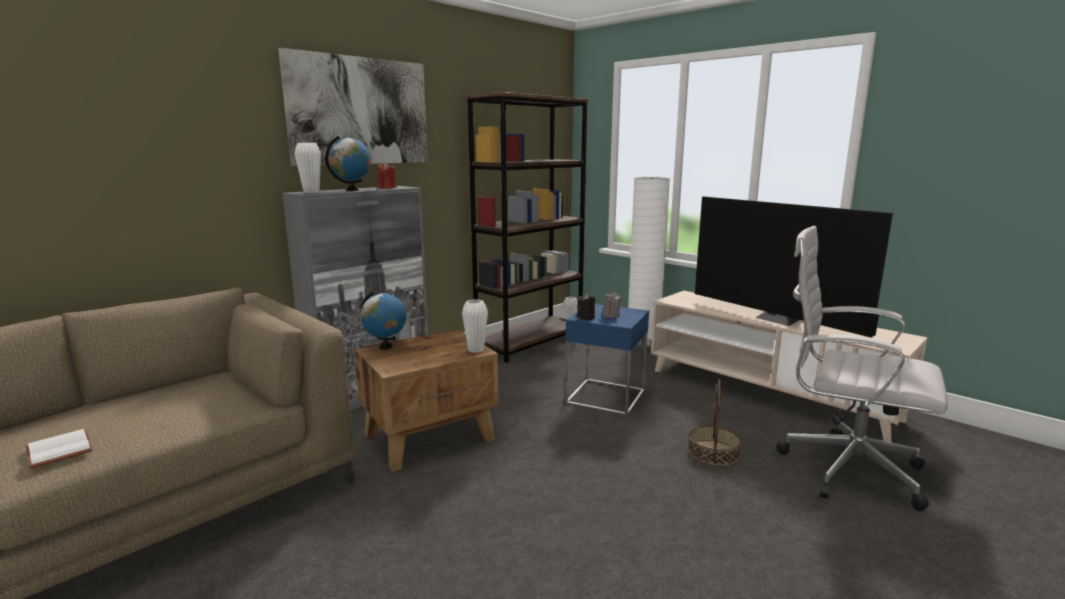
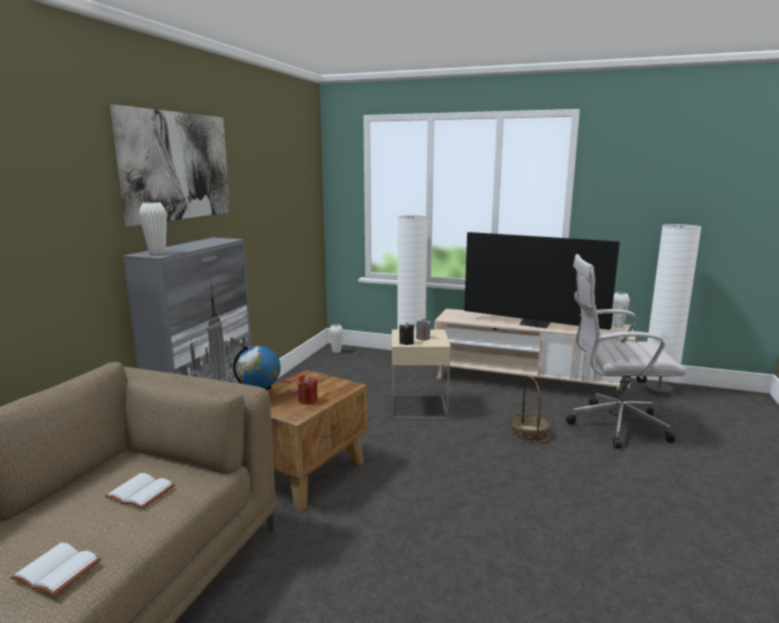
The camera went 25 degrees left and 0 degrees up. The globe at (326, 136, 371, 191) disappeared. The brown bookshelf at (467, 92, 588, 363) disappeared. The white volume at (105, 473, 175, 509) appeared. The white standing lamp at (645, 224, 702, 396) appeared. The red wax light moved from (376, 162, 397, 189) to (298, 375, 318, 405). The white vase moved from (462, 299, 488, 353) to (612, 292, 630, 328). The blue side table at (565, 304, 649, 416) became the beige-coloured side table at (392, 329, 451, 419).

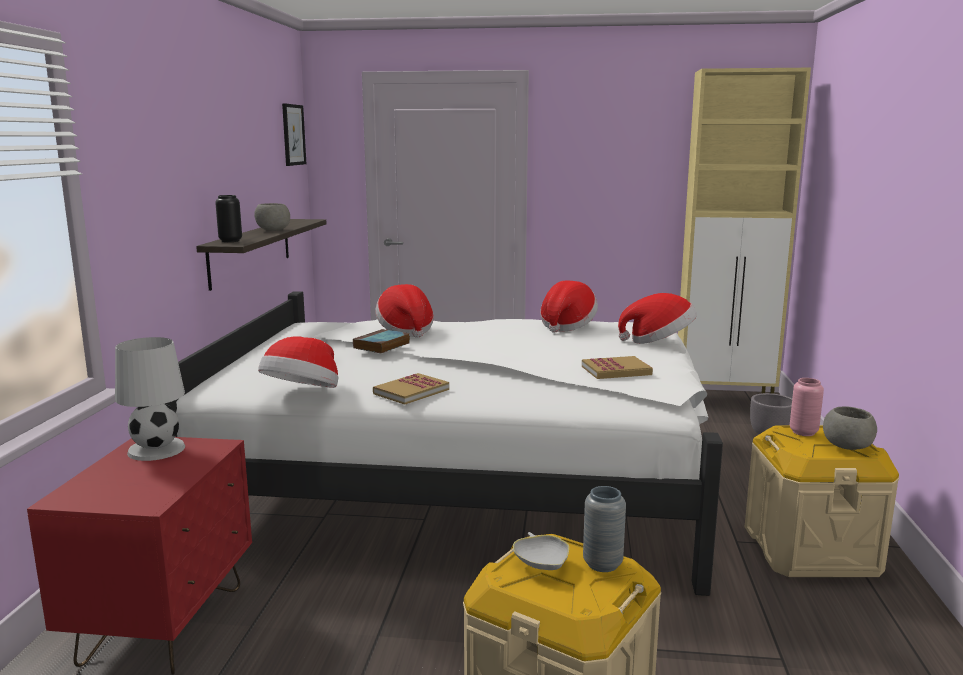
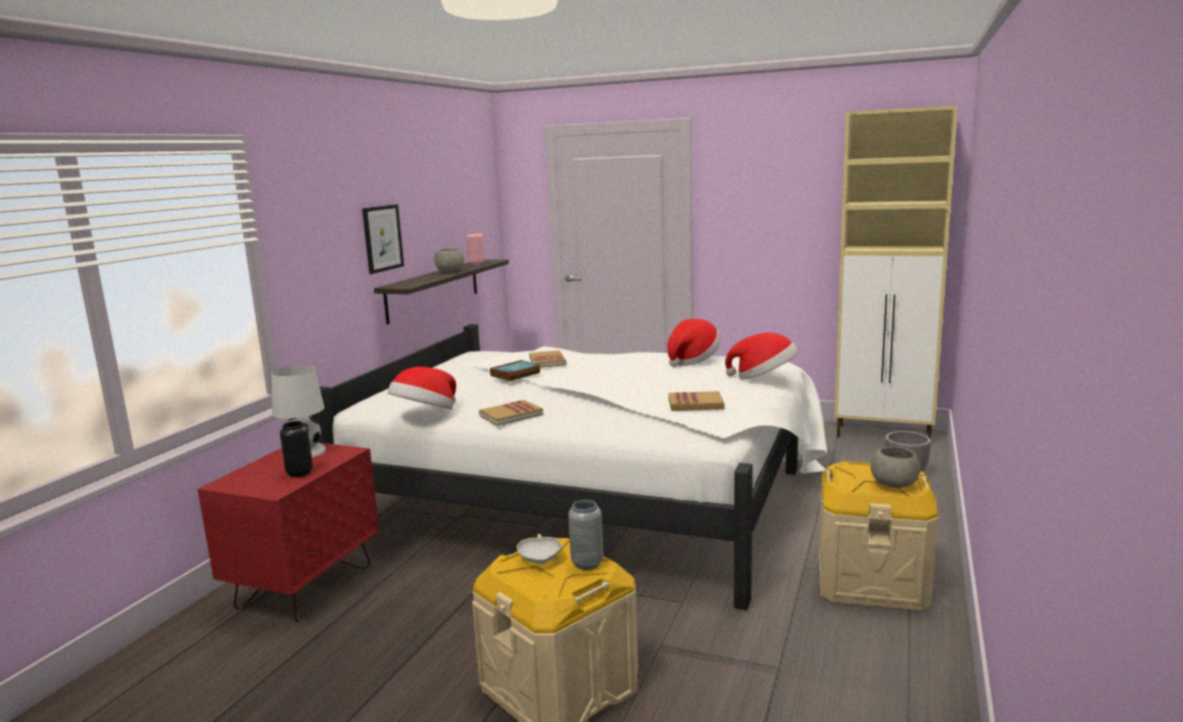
The camera went 15 degrees right and 0 degrees up. The black vase moved from (215, 195, 242, 242) to (280, 421, 313, 477). The wall art moved from (282, 103, 306, 166) to (362, 204, 404, 274). The pink-coloured vase moved from (790, 378, 824, 436) to (466, 231, 485, 265). The clothing hat at (375, 284, 434, 338) was replaced by the volume at (529, 350, 566, 368).

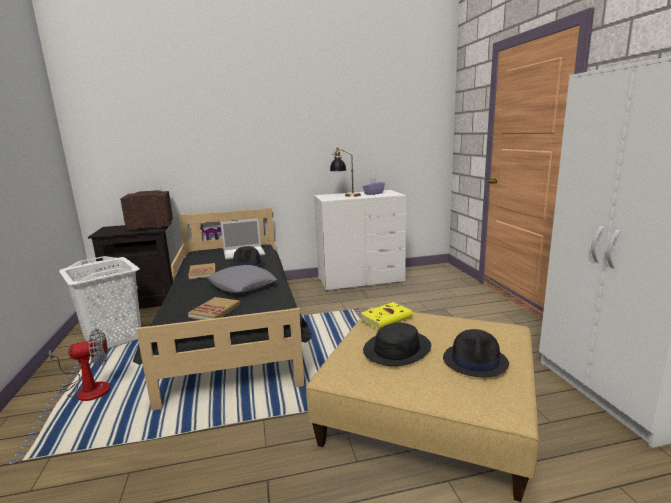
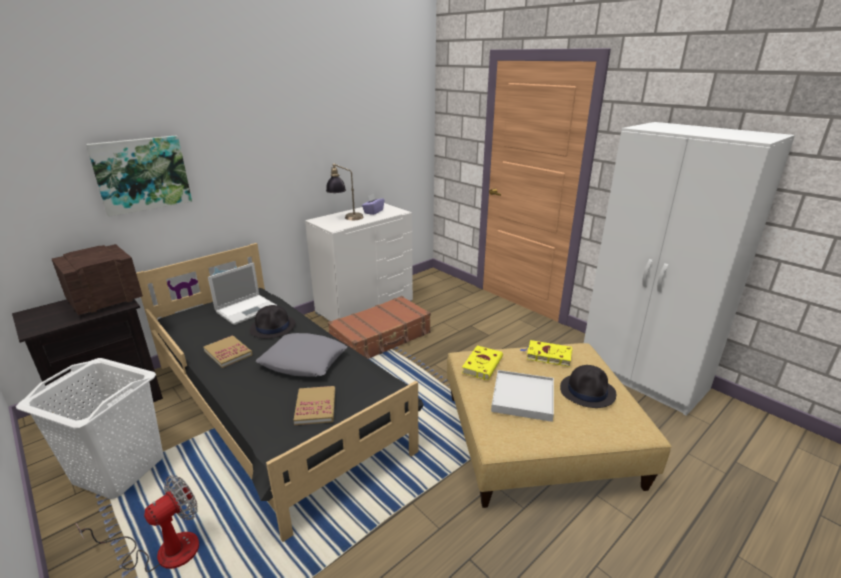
The camera went 30 degrees left and 10 degrees up. The wall art at (86, 135, 192, 217) appeared. The brown travel case at (328, 296, 431, 359) appeared. The yellow volume at (520, 340, 573, 367) appeared. The black clothing hat at (363, 323, 431, 366) was replaced by the white serving tray at (491, 370, 554, 422).

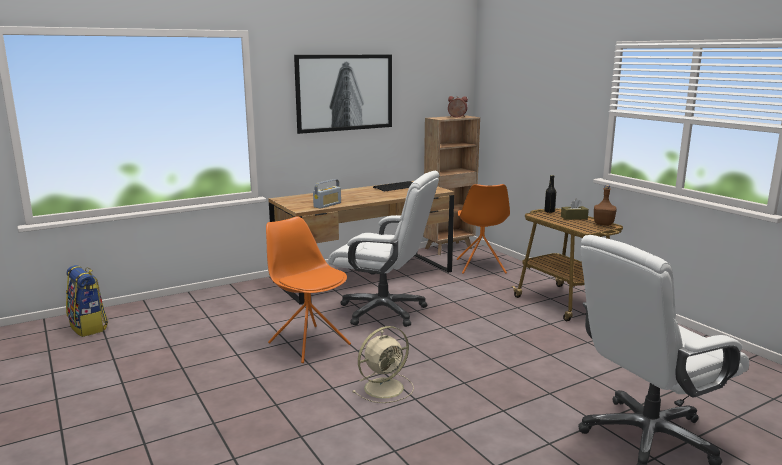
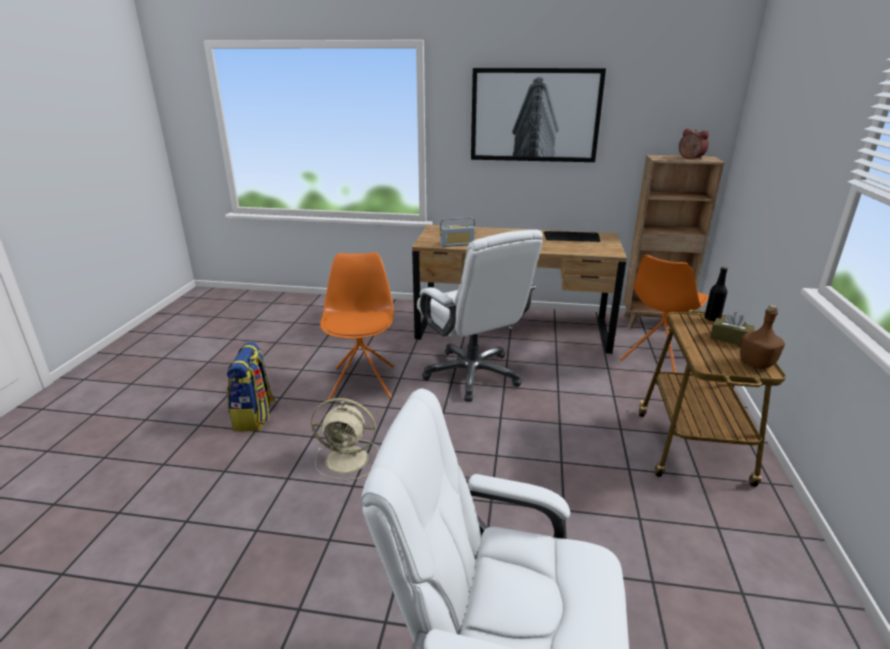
The camera went 40 degrees right and 10 degrees up. The backpack moved from (66, 265, 108, 337) to (227, 342, 276, 431).

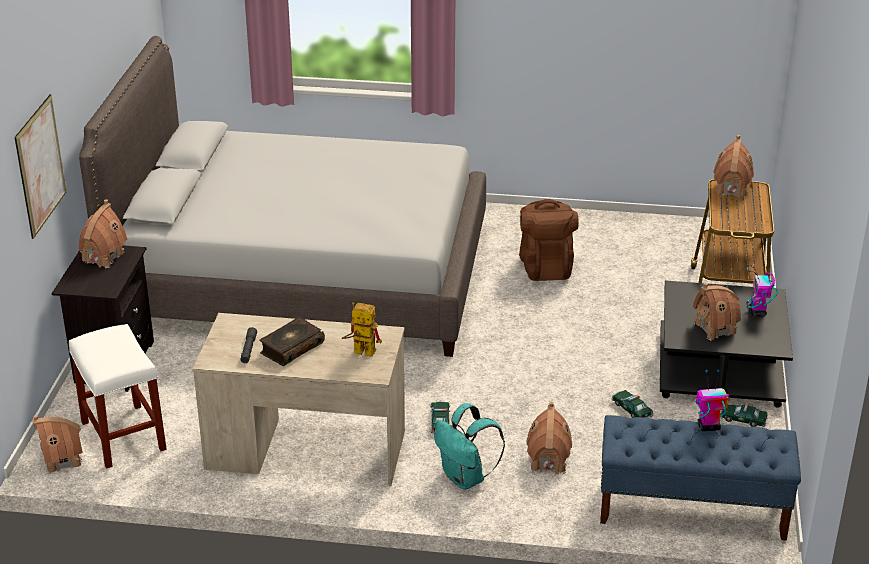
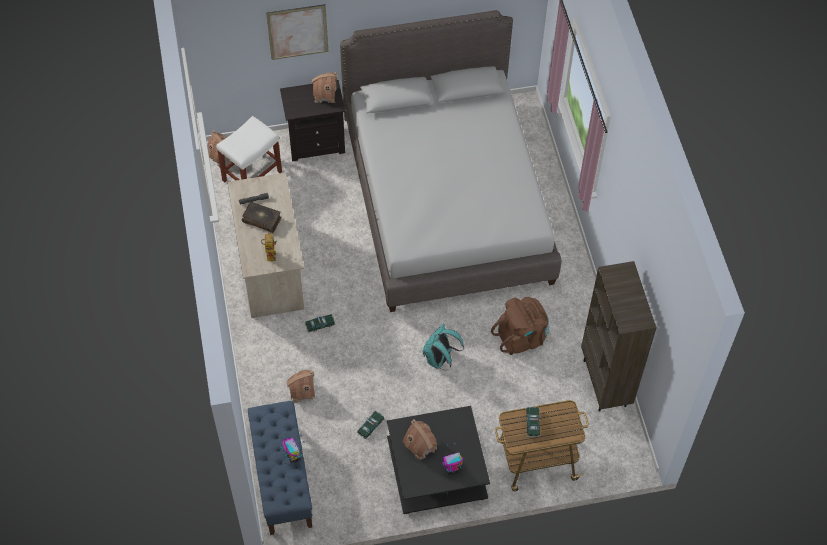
The camera went 70 degrees right and 25 degrees up. The miniature house at (714, 135, 754, 198) disappeared. The brown bookshelf at (581, 261, 657, 412) appeared. The turquoise-coloured backpack moved from (434, 403, 505, 490) to (423, 323, 464, 370). The model car moved from (720, 403, 768, 427) to (526, 407, 541, 438).

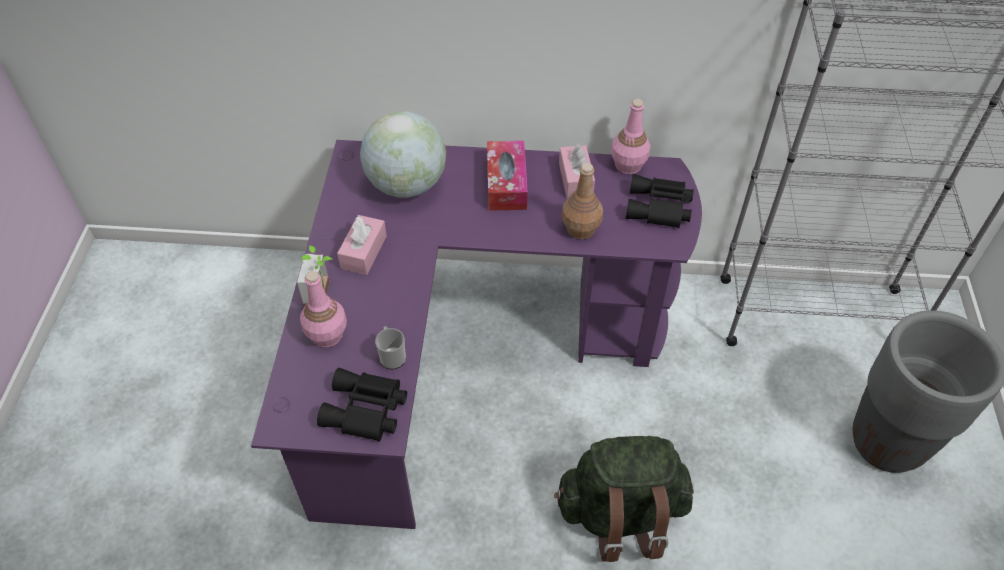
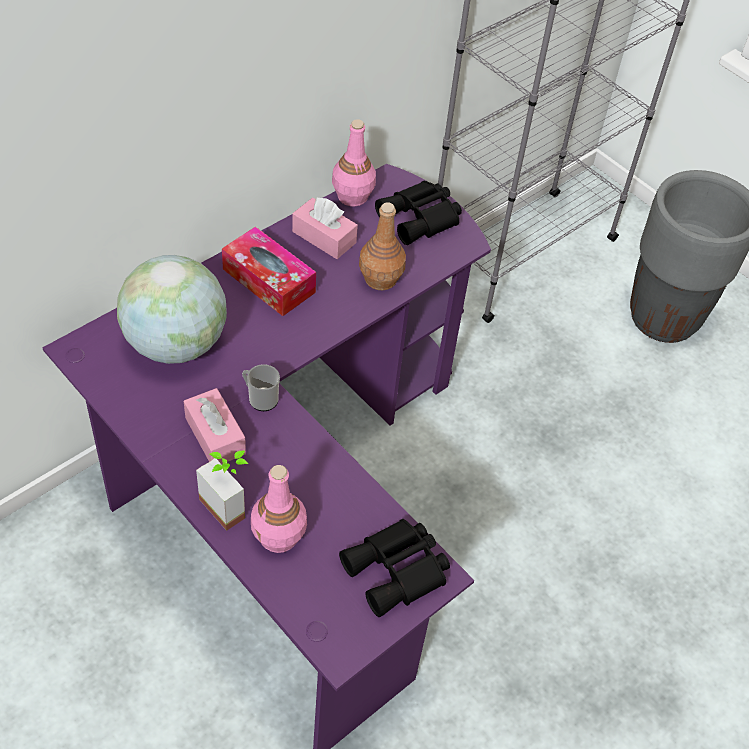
The camera went 50 degrees left and 0 degrees up. The green-coloured backpack at (554, 435, 694, 562) disappeared. The mug moved from (375, 326, 406, 369) to (242, 364, 280, 411).

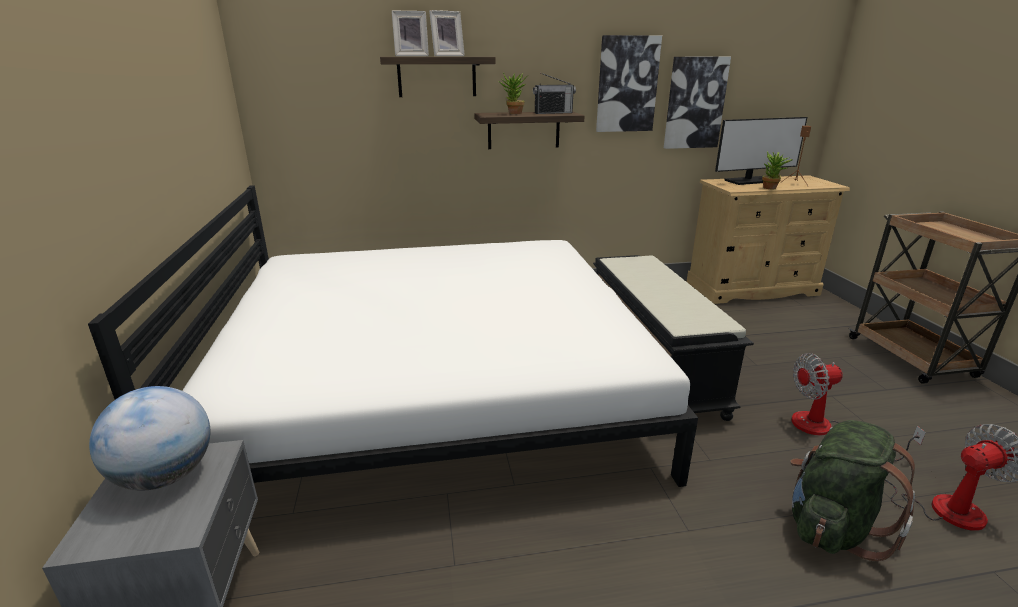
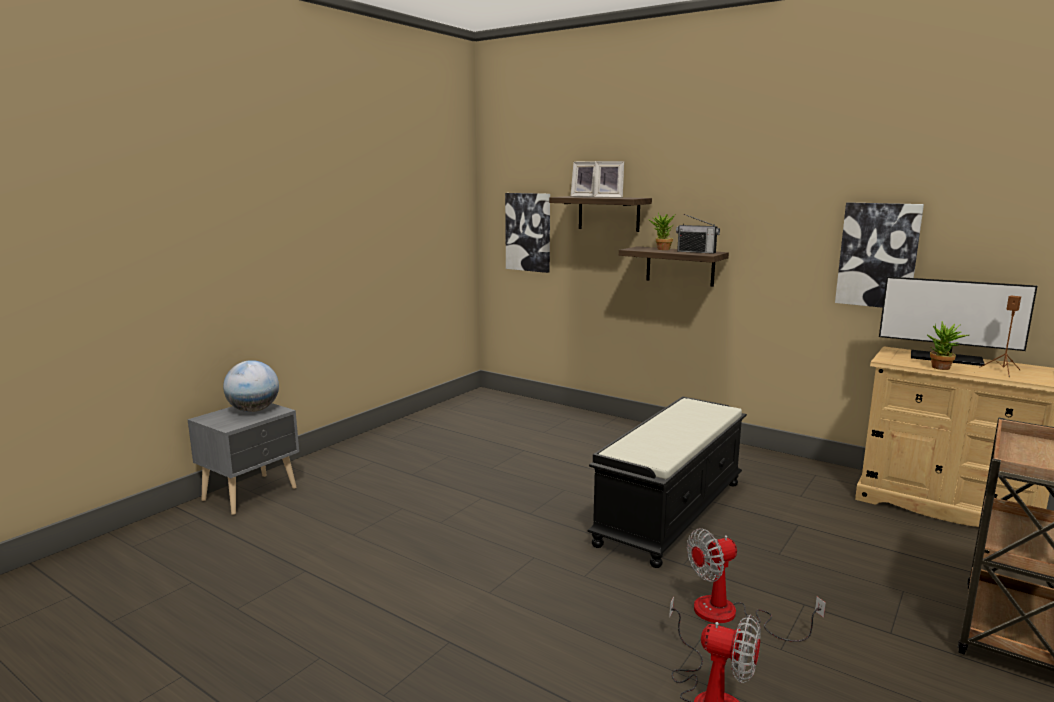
The camera went 45 degrees right and 10 degrees down. The white bedroom bed at (88, 185, 698, 487) disappeared. The green-coloured backpack at (790, 420, 915, 561) disappeared. The wall art moved from (596, 35, 662, 132) to (505, 193, 550, 273). The electric fan at (791, 353, 926, 461) turned 60 degrees counterclockwise.

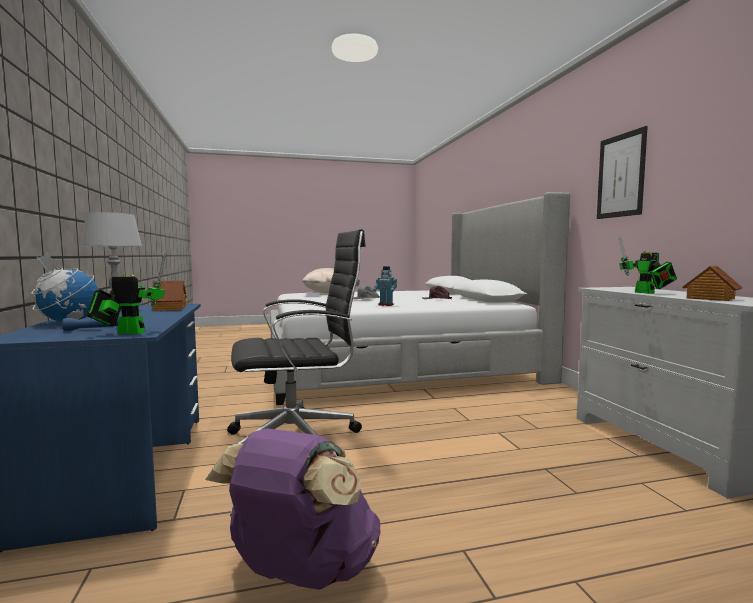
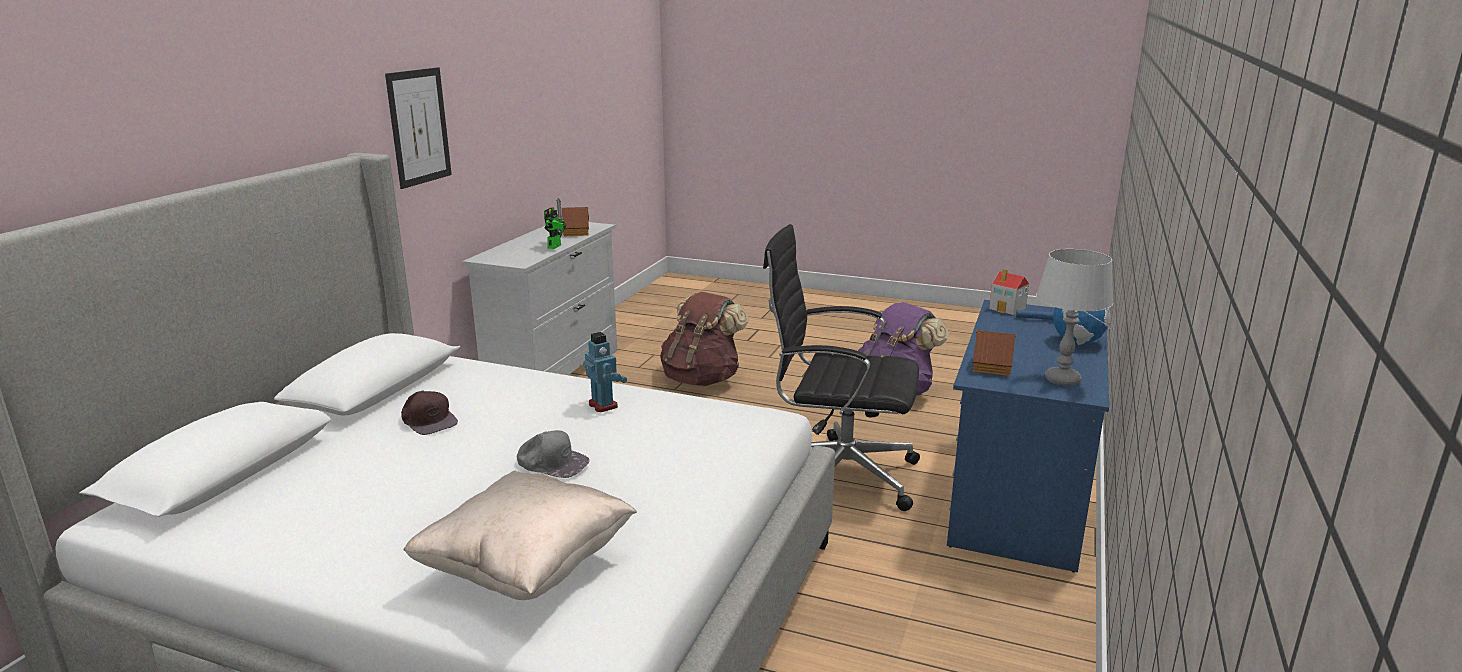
The camera went 145 degrees left and 15 degrees up. The brown backpack at (660, 292, 749, 386) appeared. The model robot at (86, 252, 166, 334) was replaced by the miniature house at (989, 269, 1029, 315).

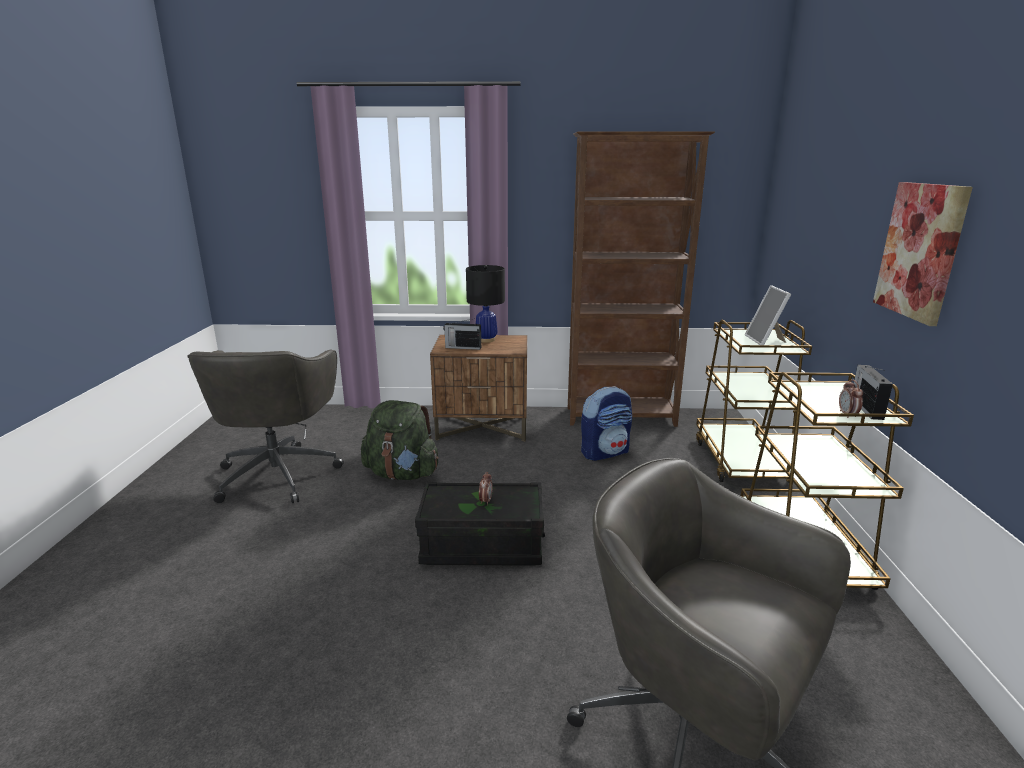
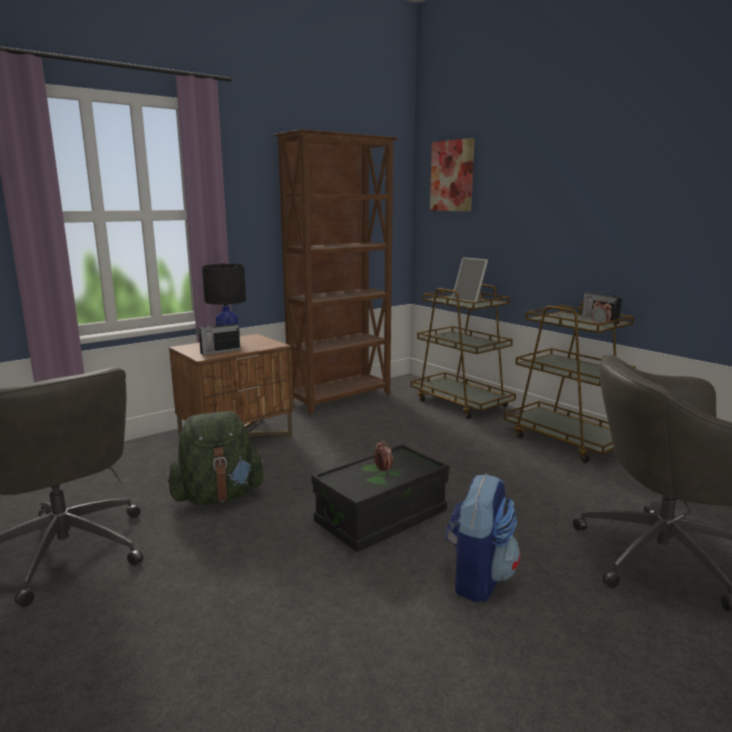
The camera went 40 degrees left and 5 degrees down. The backpack moved from (581, 386, 632, 461) to (445, 474, 521, 602). The wall art moved from (873, 182, 973, 326) to (430, 138, 474, 211).

